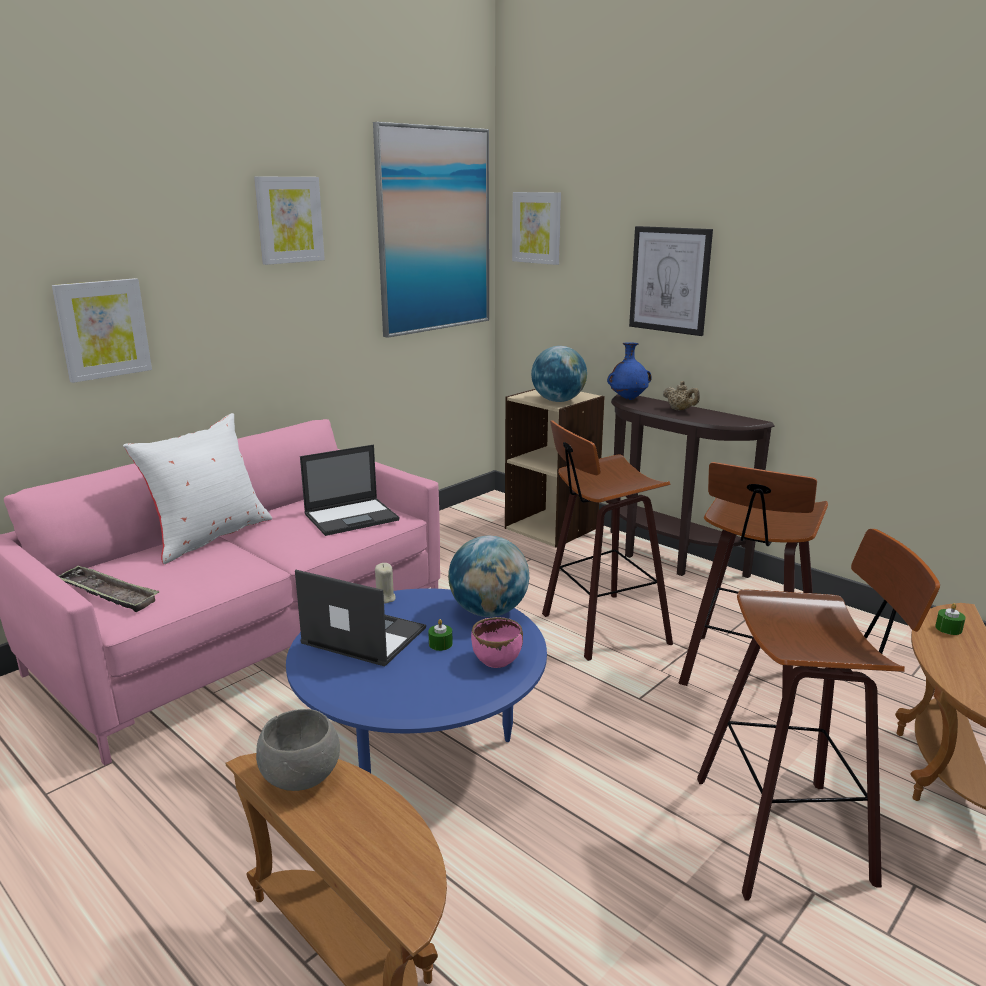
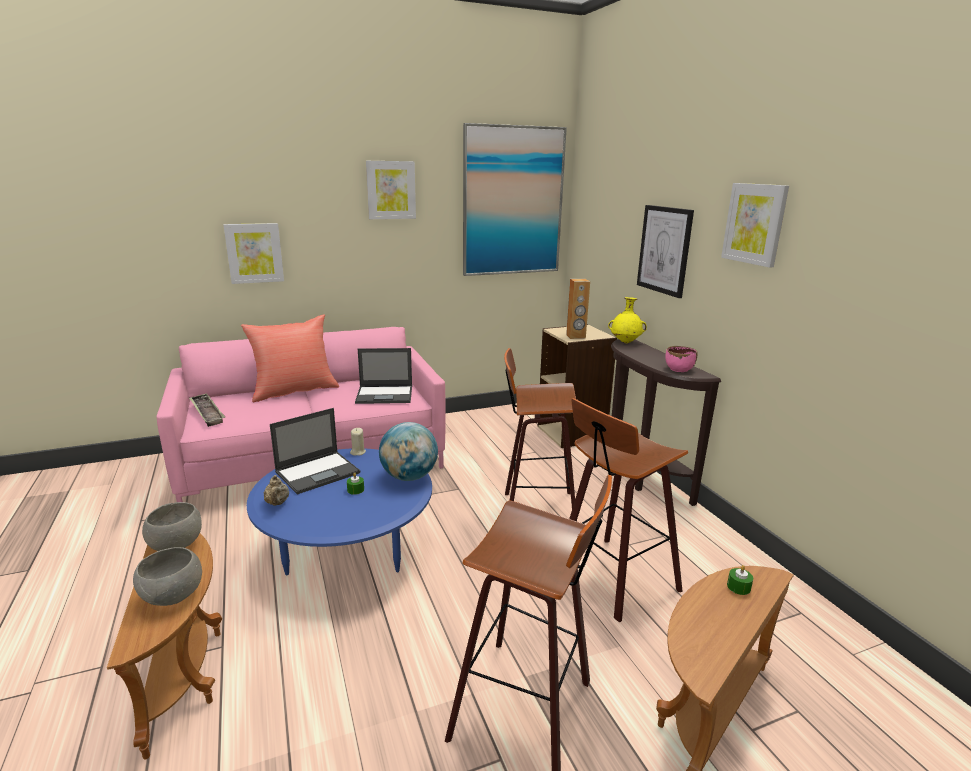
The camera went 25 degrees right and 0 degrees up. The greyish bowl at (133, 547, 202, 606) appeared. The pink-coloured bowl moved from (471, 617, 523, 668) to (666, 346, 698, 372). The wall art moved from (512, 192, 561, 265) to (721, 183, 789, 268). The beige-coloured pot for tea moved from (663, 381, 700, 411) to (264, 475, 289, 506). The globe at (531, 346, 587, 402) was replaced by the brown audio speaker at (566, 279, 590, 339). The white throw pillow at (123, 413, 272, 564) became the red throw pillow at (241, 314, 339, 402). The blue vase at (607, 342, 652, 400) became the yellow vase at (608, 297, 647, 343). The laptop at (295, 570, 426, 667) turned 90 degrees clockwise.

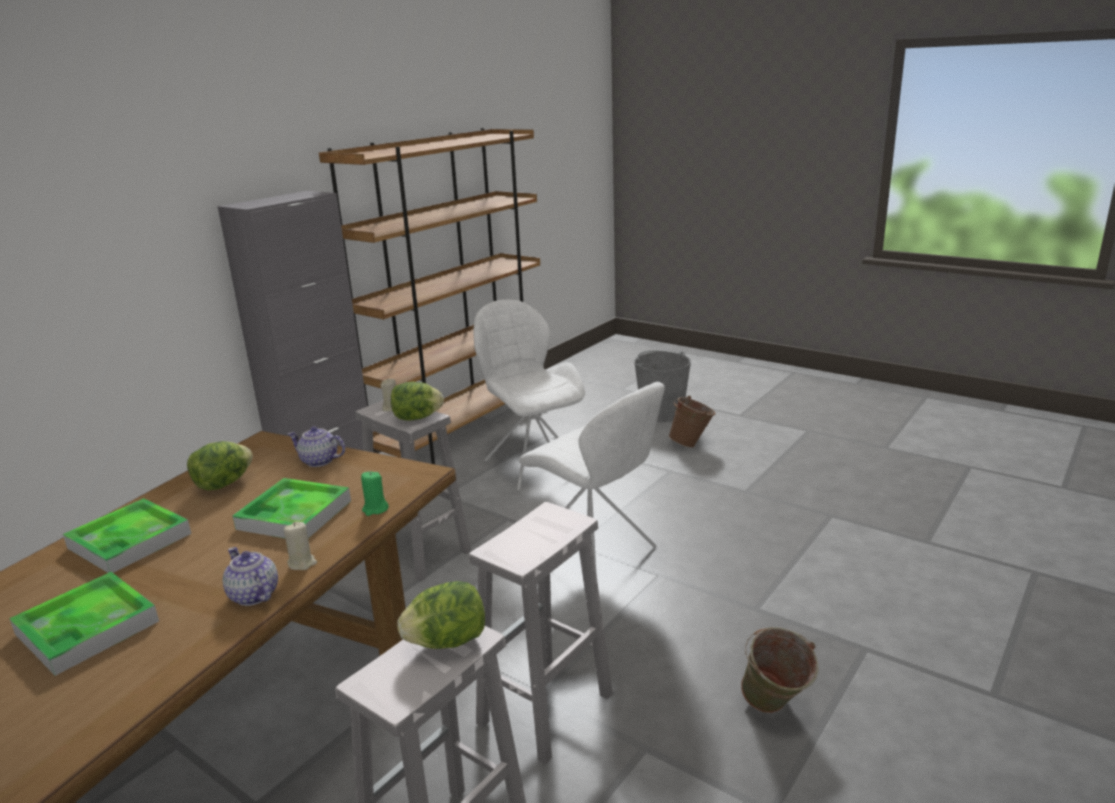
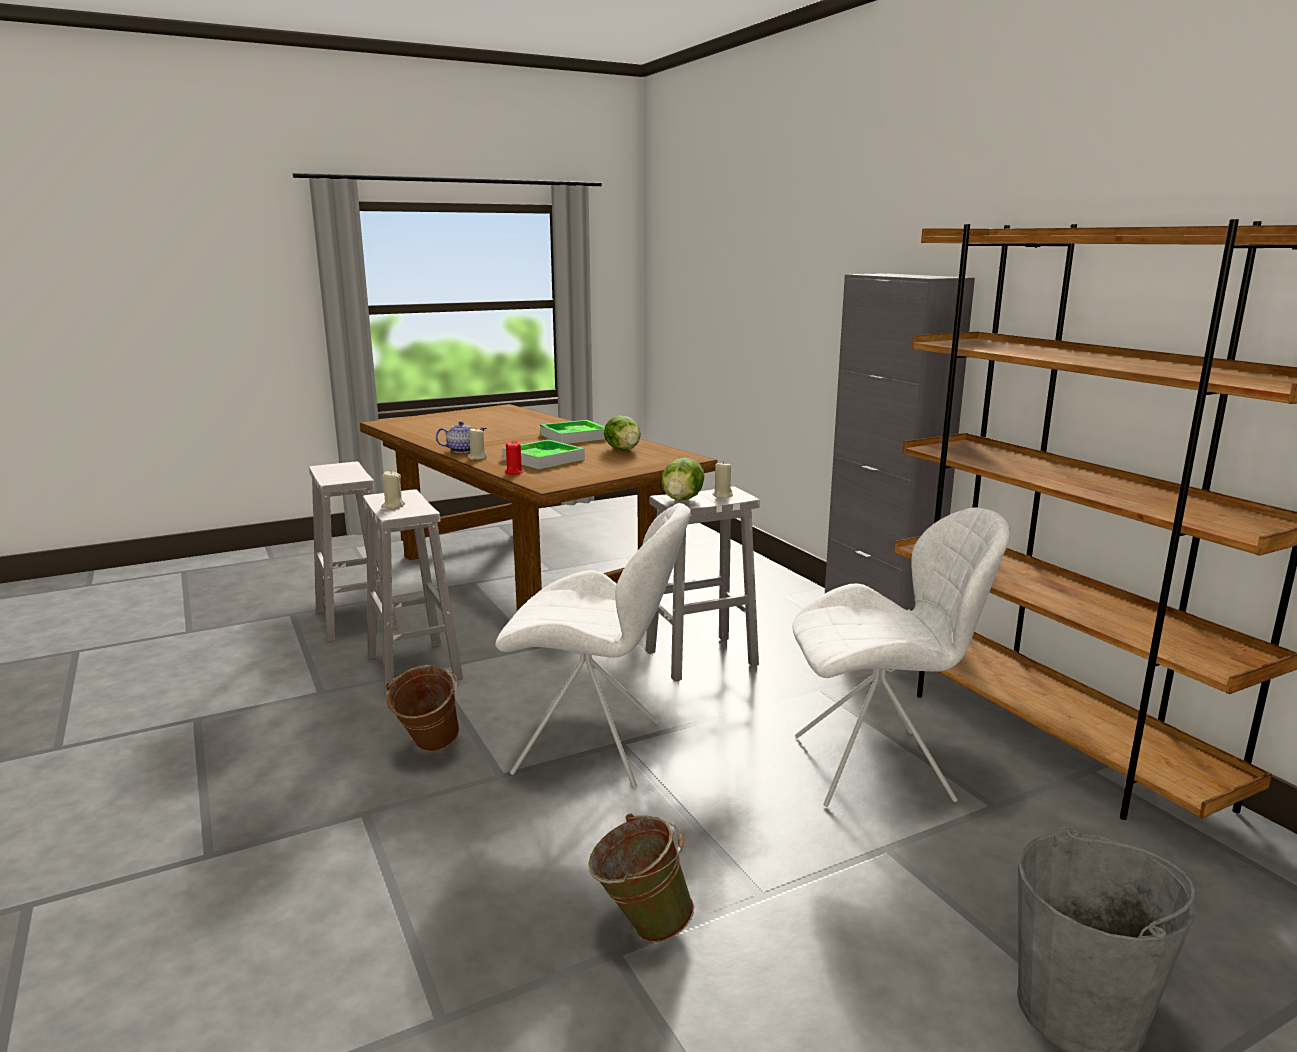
The camera went 115 degrees right and 5 degrees down. The serving tray at (9, 572, 159, 676) disappeared. The pot for tea at (288, 426, 345, 467) disappeared. The lettuce at (397, 581, 485, 649) disappeared. The beige-coloured wax light at (381, 470, 405, 509) appeared. The brown bucket moved from (669, 396, 715, 448) to (386, 665, 459, 752). The green-coloured bucket moved from (741, 627, 819, 713) to (588, 814, 694, 942). The green-coloured wax light at (361, 472, 389, 516) became the red wax light at (505, 440, 524, 475). The white plain chair at (519, 382, 665, 567) turned 150 degrees counterclockwise.

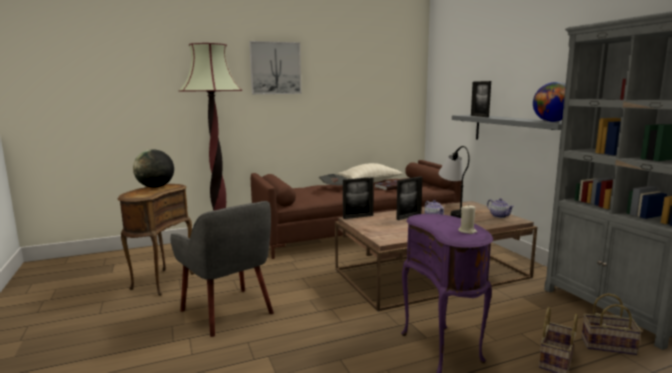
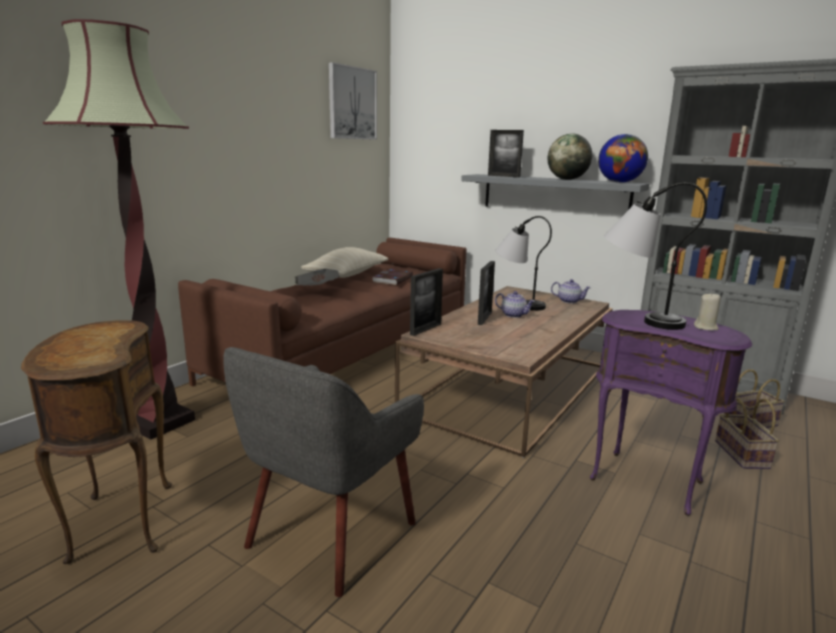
The camera went 35 degrees left and 5 degrees up. The table lamp at (604, 182, 707, 330) appeared. The globe moved from (133, 150, 174, 188) to (548, 134, 592, 180). The wall art moved from (249, 41, 301, 94) to (329, 62, 377, 140). The greyish armchair at (170, 201, 274, 337) turned 105 degrees clockwise.

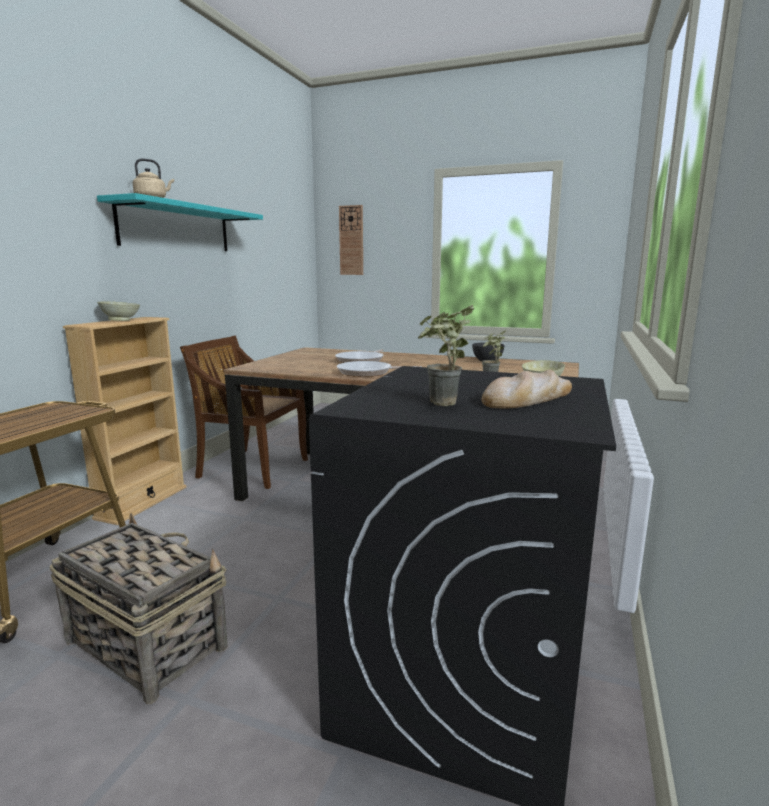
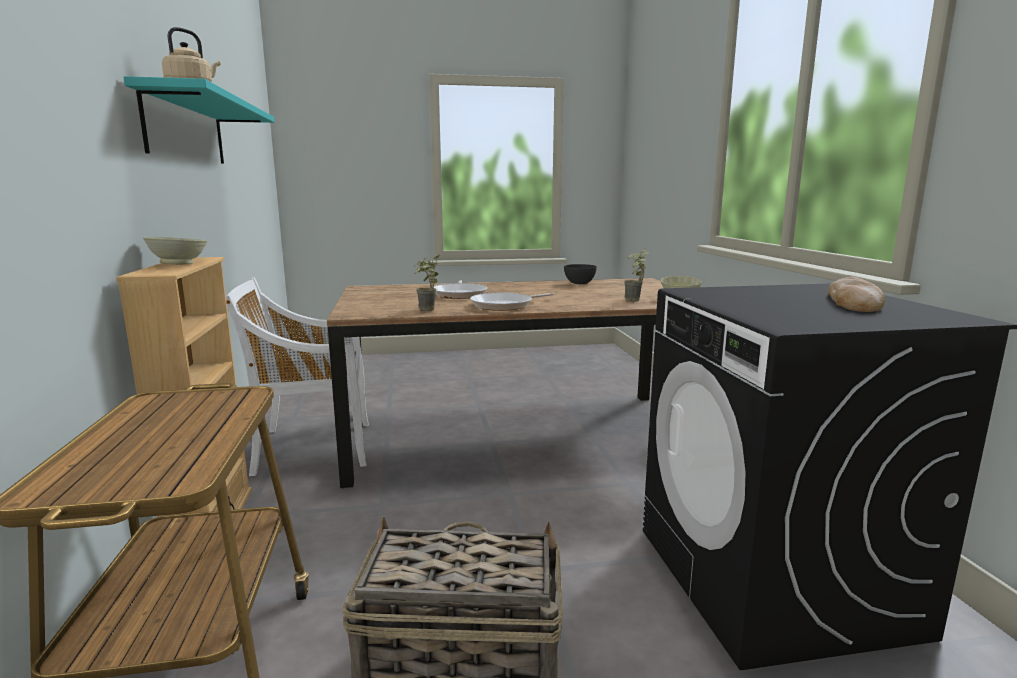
The camera went 30 degrees left and 0 degrees up. The wall clock at (339, 205, 363, 275) disappeared. The plant in a pot moved from (418, 305, 475, 406) to (414, 254, 440, 311). The brown plain chair at (180, 335, 308, 489) became the white plain chair at (226, 277, 369, 476).

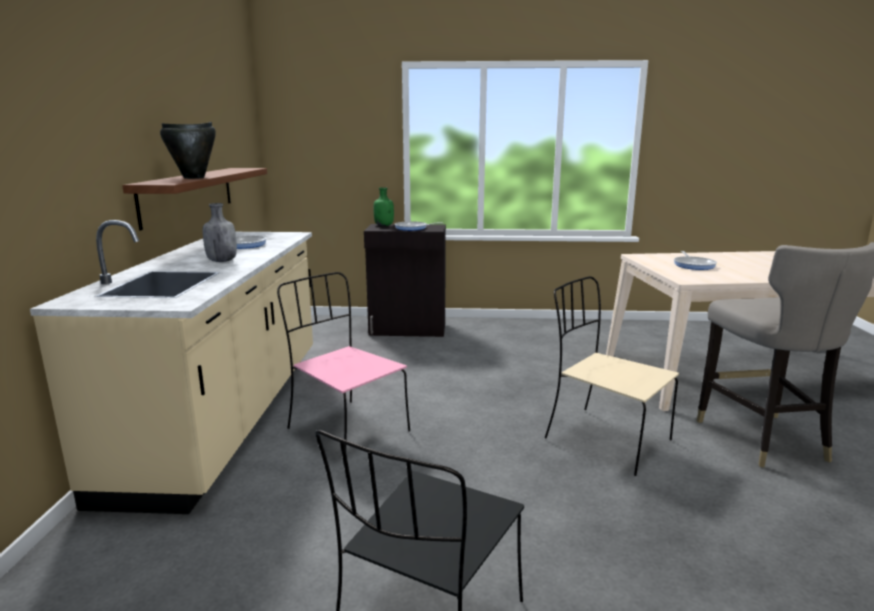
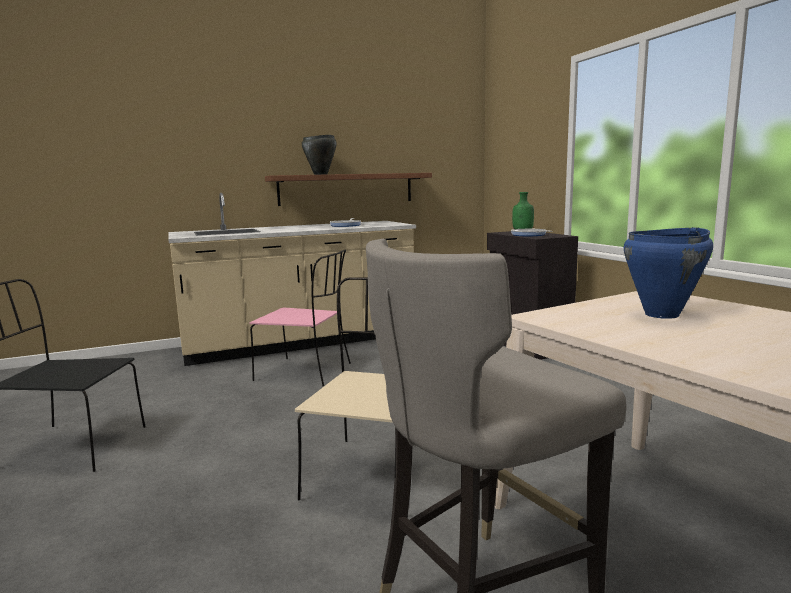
The camera went 65 degrees right and 5 degrees down. The greyish beverage bottle at (203, 203, 237, 262) disappeared. The frying pan at (674, 251, 717, 270) was replaced by the blue saucepot at (624, 227, 713, 319). The pink-coloured plain chair at (277, 272, 410, 464) turned 90 degrees clockwise.

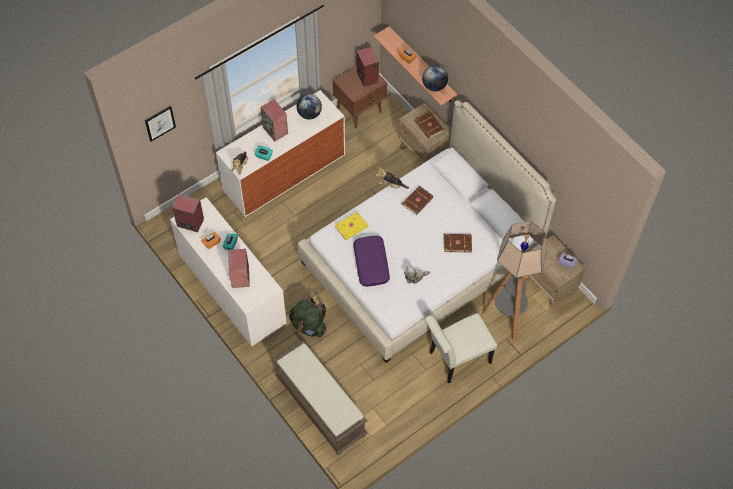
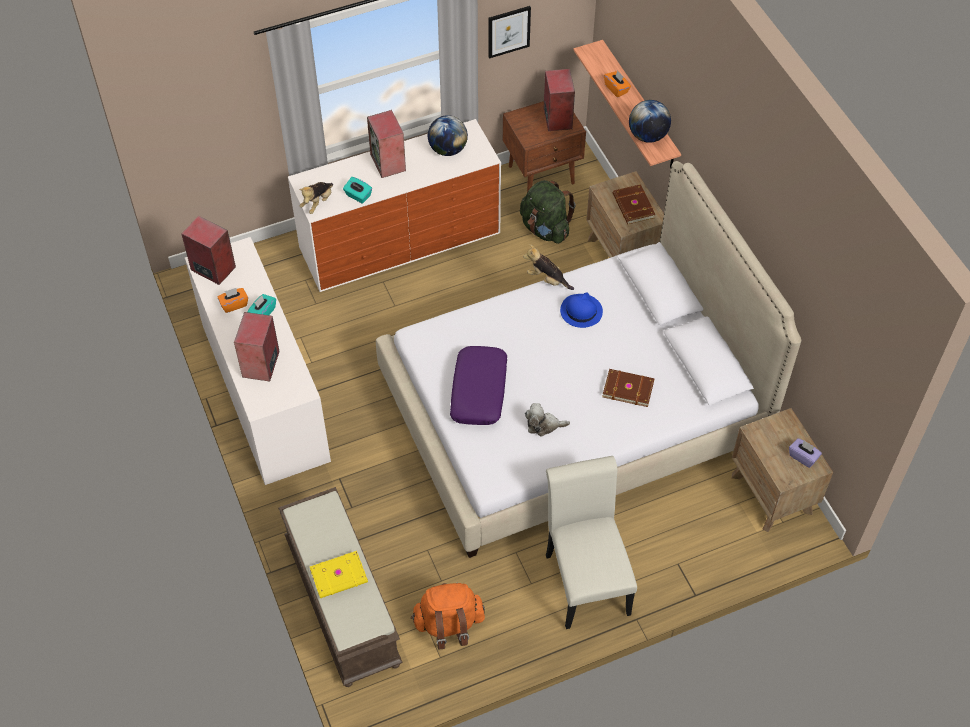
The camera went 15 degrees right and 5 degrees down. The standing lamp at (482, 221, 547, 341) disappeared. The orange-coloured backpack at (411, 583, 485, 650) appeared. The wall art moved from (145, 106, 176, 141) to (488, 6, 531, 59). The green-coloured backpack moved from (289, 297, 327, 337) to (520, 180, 576, 244). The yellow volume moved from (335, 212, 368, 240) to (310, 551, 368, 598). The brown volume at (402, 186, 433, 215) was replaced by the blue clothing hat at (560, 292, 603, 328). The white plain chair at (425, 313, 497, 383) turned 90 degrees clockwise.

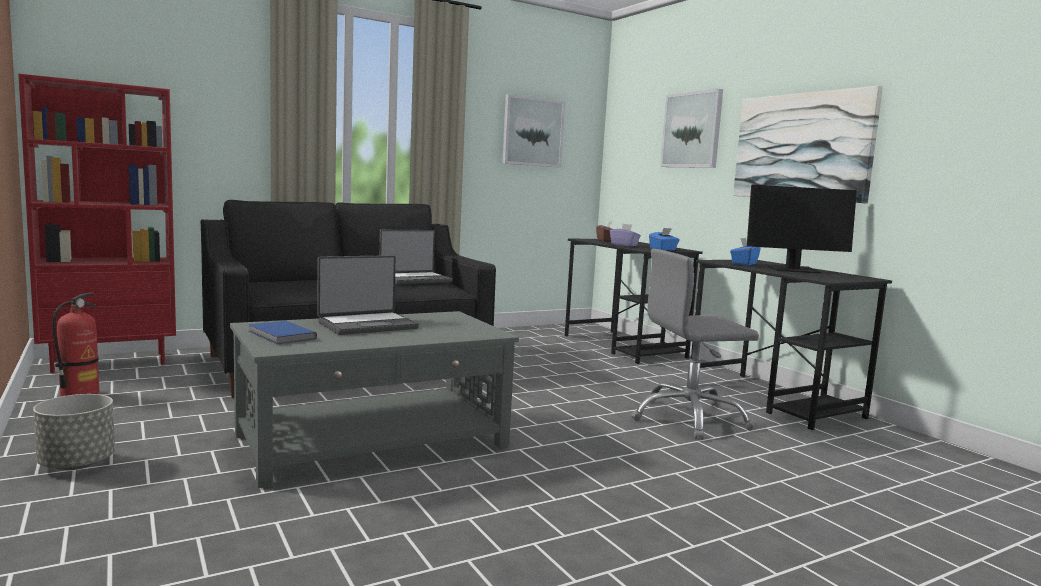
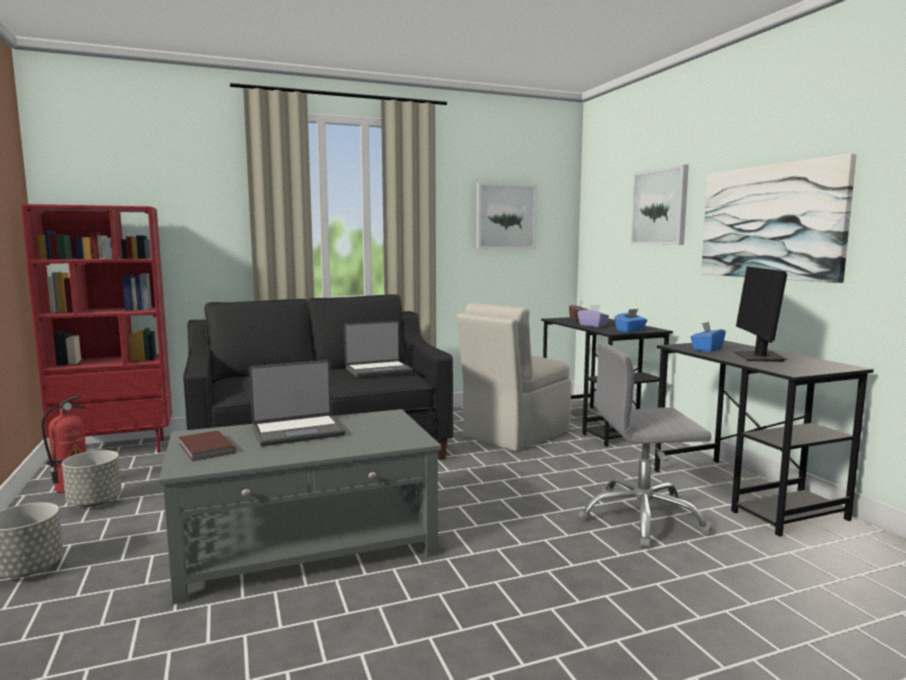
The camera went 10 degrees right and 0 degrees up. The greyish plant pot at (62, 450, 122, 507) appeared. The beige-coloured plain chair at (457, 303, 571, 451) appeared. The blue volume at (248, 321, 317, 345) became the brown volume at (179, 430, 236, 461). The monitor at (747, 184, 857, 273) turned 90 degrees clockwise.

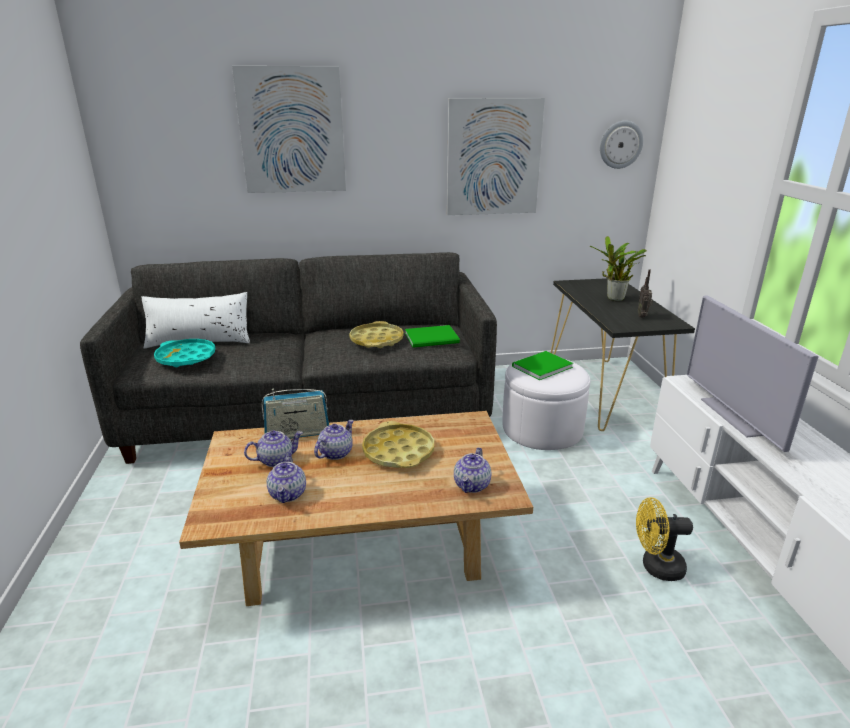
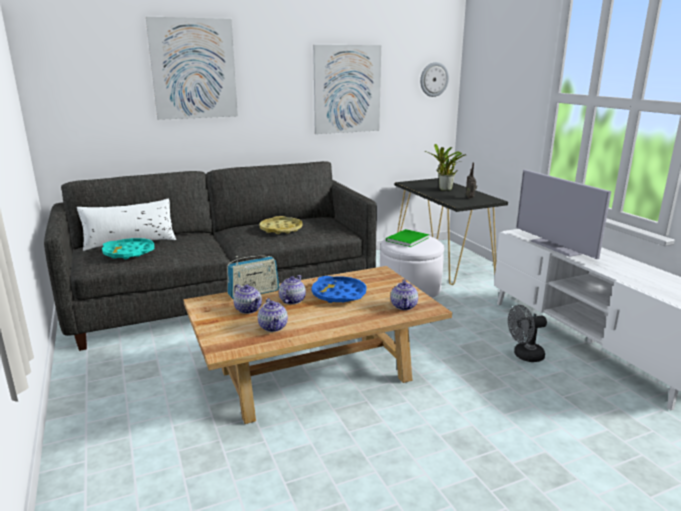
The camera went 15 degrees left and 5 degrees down. The green-coloured volume at (405, 325, 460, 348) disappeared. The yellow serving tray at (362, 421, 434, 468) became the blue serving tray at (312, 276, 366, 303). The yellow electric fan at (636, 497, 693, 581) became the greyish electric fan at (508, 305, 547, 362). The pot for tea at (244, 430, 303, 467) turned 90 degrees clockwise.

